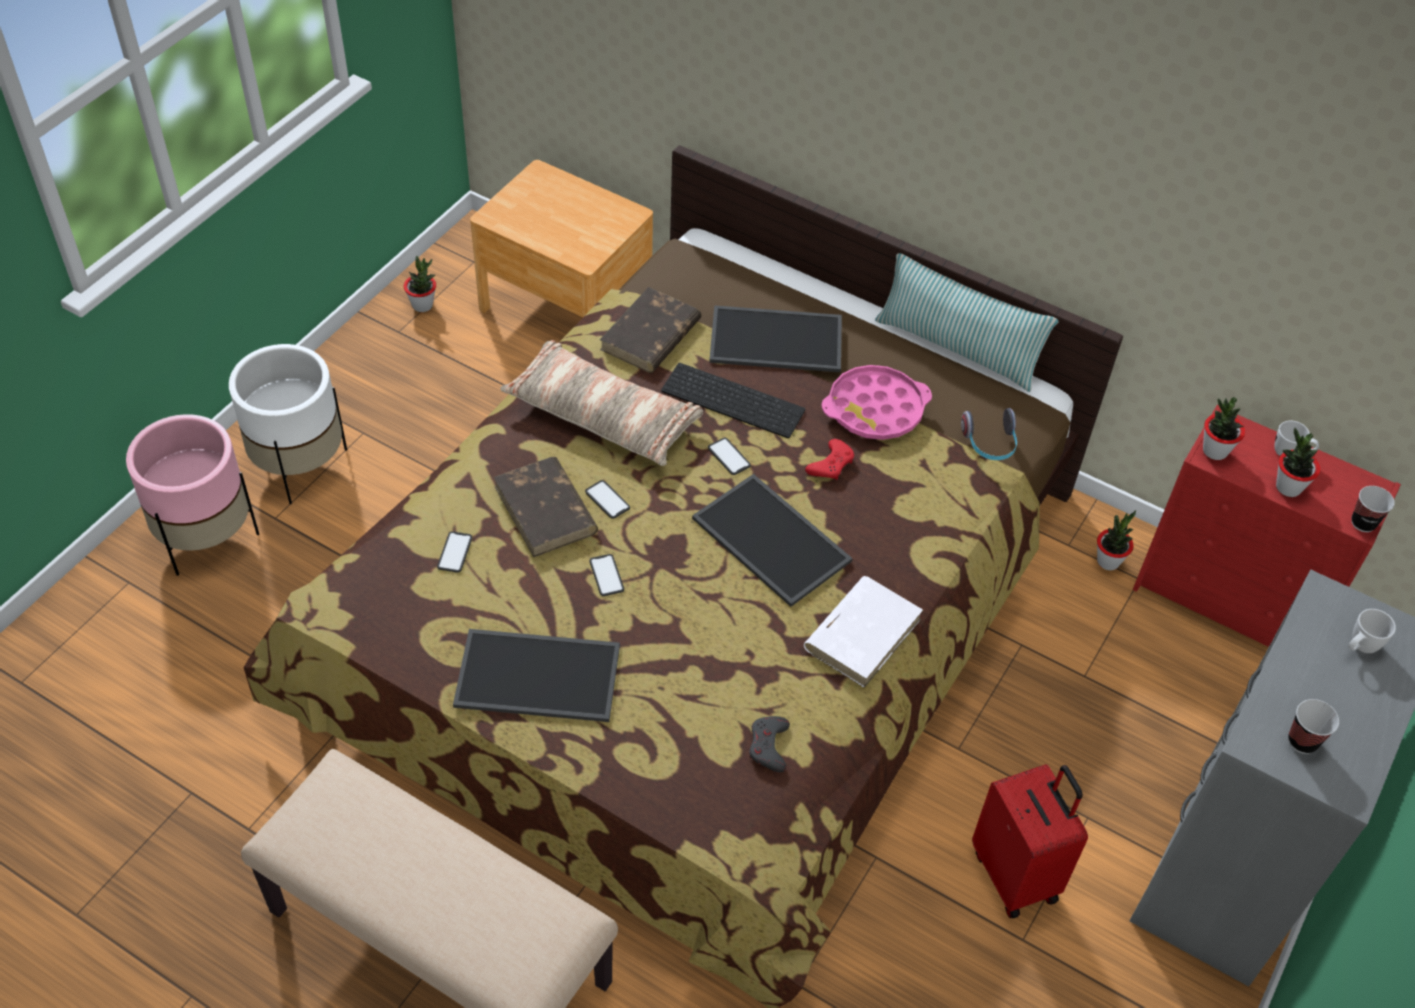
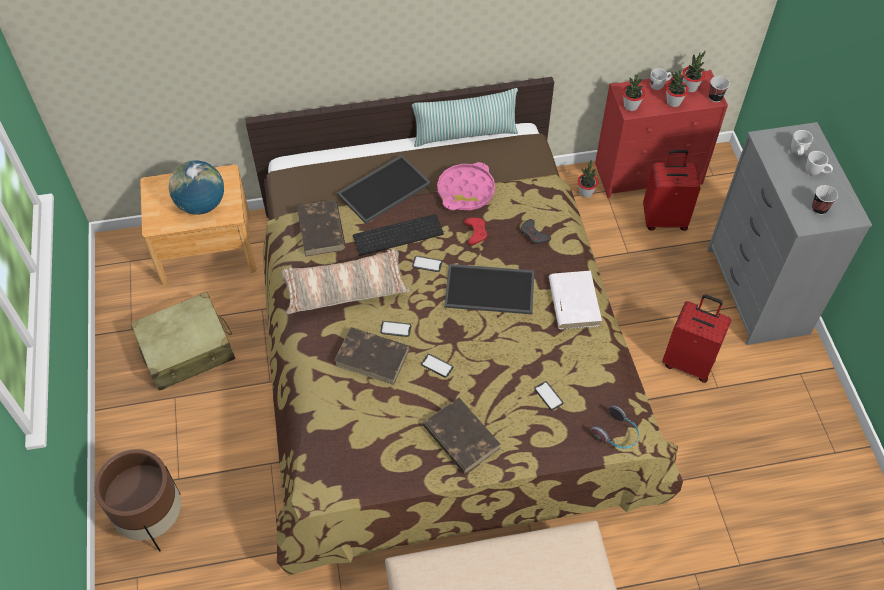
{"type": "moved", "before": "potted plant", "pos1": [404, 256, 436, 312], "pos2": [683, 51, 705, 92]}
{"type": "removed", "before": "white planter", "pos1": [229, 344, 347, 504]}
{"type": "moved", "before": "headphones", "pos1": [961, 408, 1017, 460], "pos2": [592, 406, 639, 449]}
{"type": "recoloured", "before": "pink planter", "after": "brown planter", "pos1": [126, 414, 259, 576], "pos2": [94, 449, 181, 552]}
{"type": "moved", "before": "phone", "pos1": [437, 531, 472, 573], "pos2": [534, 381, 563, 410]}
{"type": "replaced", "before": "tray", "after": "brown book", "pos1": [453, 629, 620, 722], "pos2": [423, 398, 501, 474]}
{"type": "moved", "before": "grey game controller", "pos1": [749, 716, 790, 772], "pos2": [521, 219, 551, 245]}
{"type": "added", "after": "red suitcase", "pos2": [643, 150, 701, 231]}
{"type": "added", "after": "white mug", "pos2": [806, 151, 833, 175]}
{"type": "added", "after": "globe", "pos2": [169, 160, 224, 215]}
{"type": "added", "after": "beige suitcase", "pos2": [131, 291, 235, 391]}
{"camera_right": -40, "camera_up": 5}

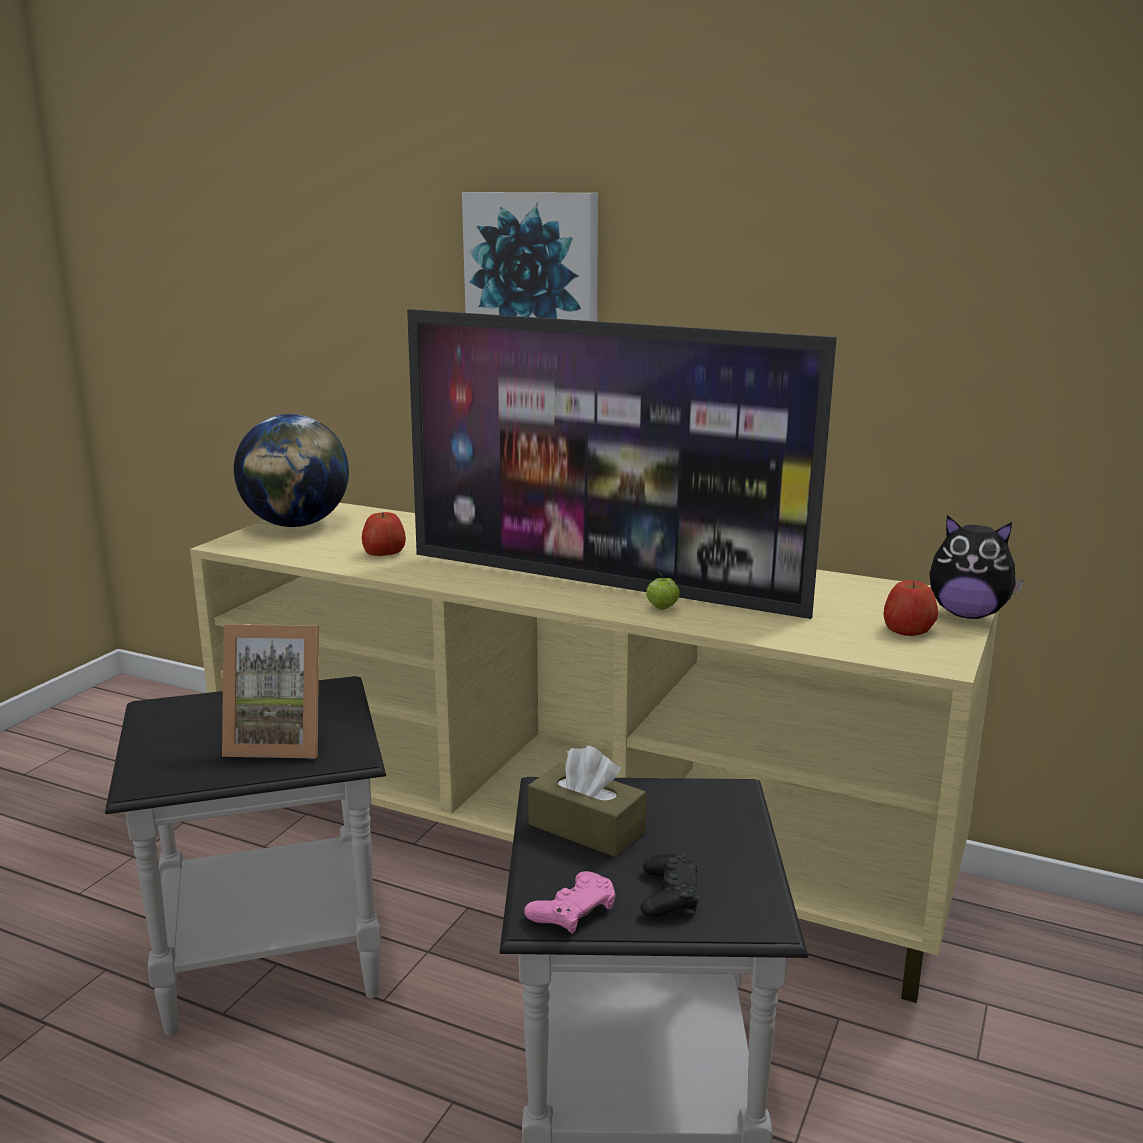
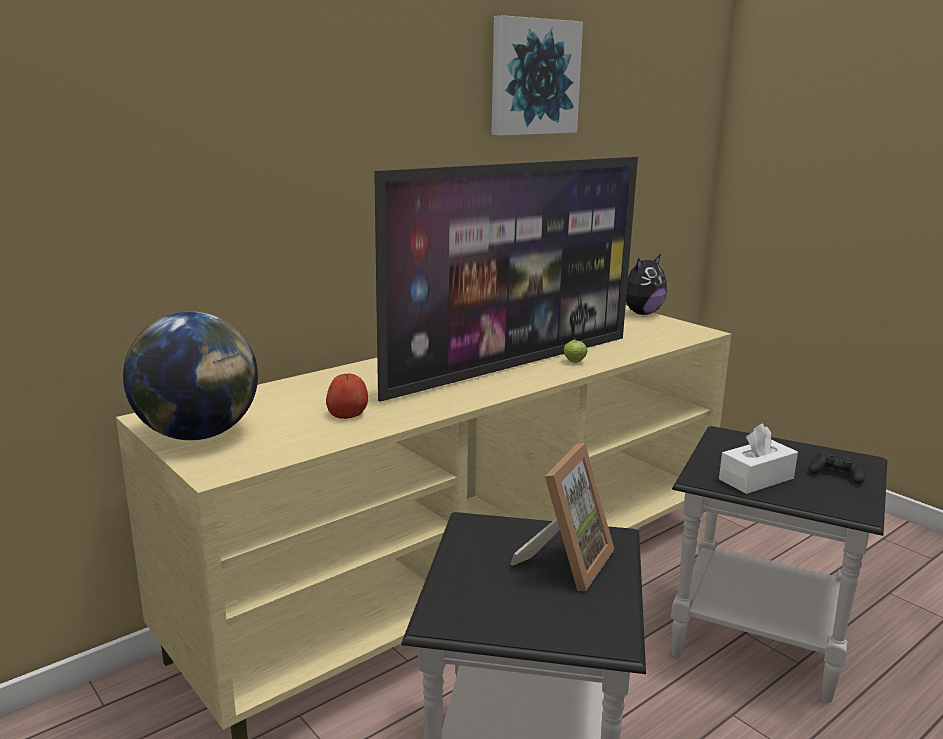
{"type": "moved", "before": "picture", "pos1": [462, 192, 598, 321], "pos2": [492, 15, 583, 136]}
{"type": "removed", "before": "apple", "pos1": [884, 580, 938, 636]}
{"type": "recoloured", "before": "brown tissue box", "after": "white tissue box", "pos1": [528, 746, 647, 857], "pos2": [719, 423, 798, 494]}
{"type": "removed", "before": "pink game controller", "pos1": [524, 871, 616, 934]}
{"camera_right": -65, "camera_up": 0}

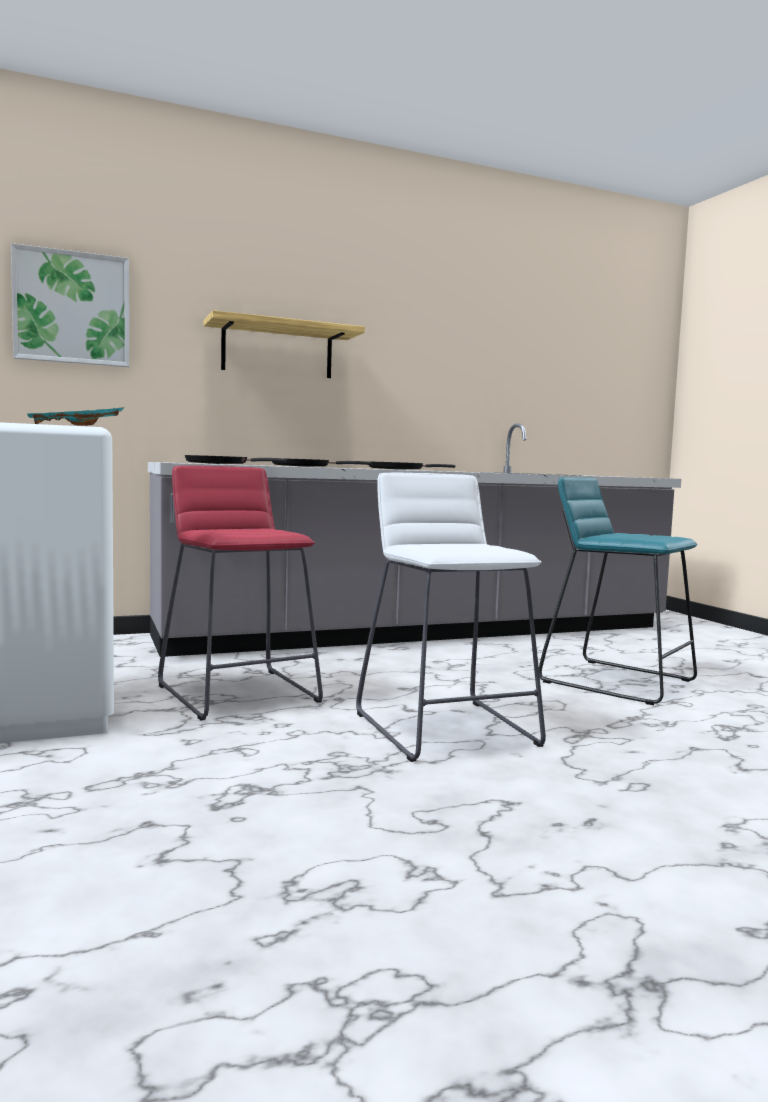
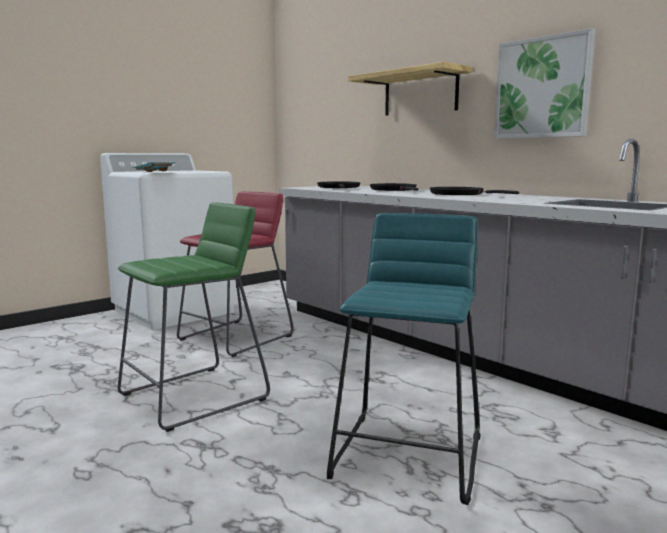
{"type": "moved", "before": "picture", "pos1": [11, 243, 129, 367], "pos2": [494, 28, 596, 139]}
{"type": "recoloured", "before": "white stool", "after": "green stool", "pos1": [356, 473, 546, 762], "pos2": [117, 202, 270, 432]}
{"camera_right": 70, "camera_up": 5}

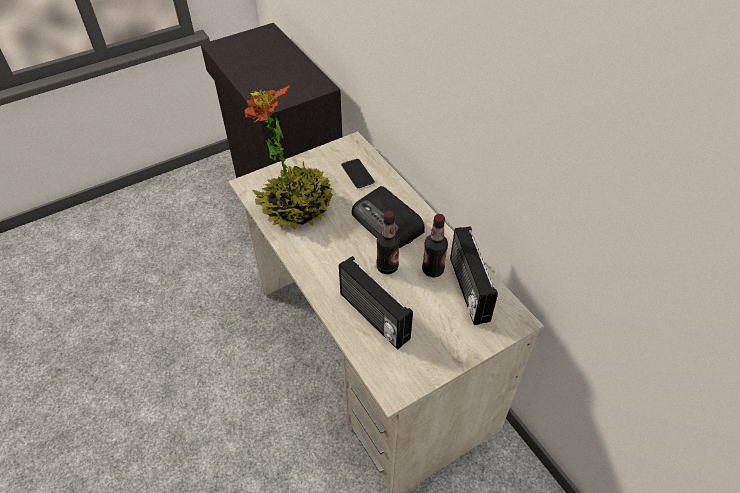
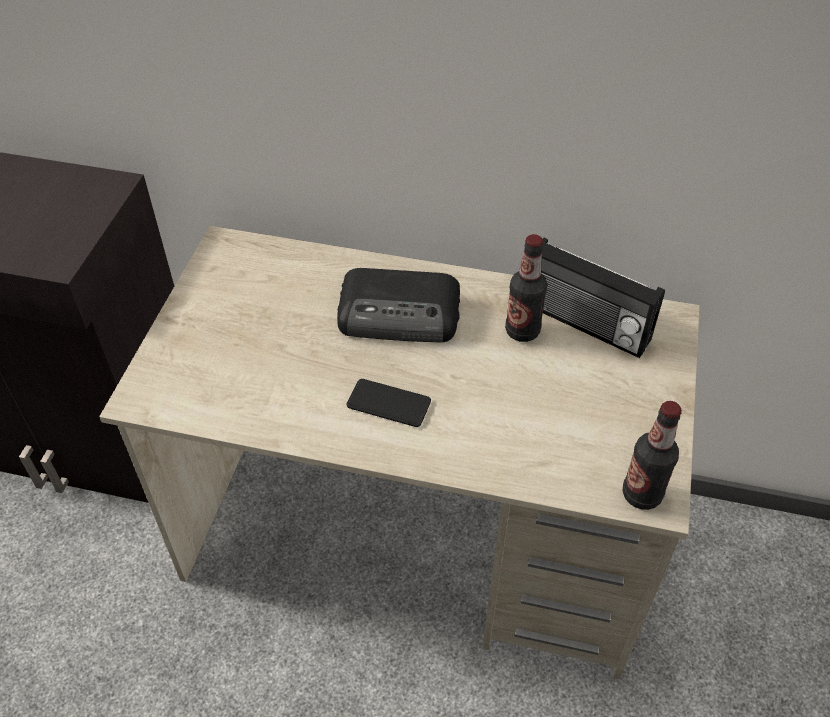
{"type": "removed", "before": "potted plant", "pos1": [245, 85, 333, 230]}
{"type": "moved", "before": "phone", "pos1": [341, 159, 375, 188], "pos2": [346, 379, 431, 427]}
{"type": "moved", "before": "bottle", "pos1": [376, 211, 400, 274], "pos2": [622, 401, 682, 510]}
{"type": "removed", "before": "radio", "pos1": [339, 256, 413, 350]}
{"camera_right": -45, "camera_up": 0}

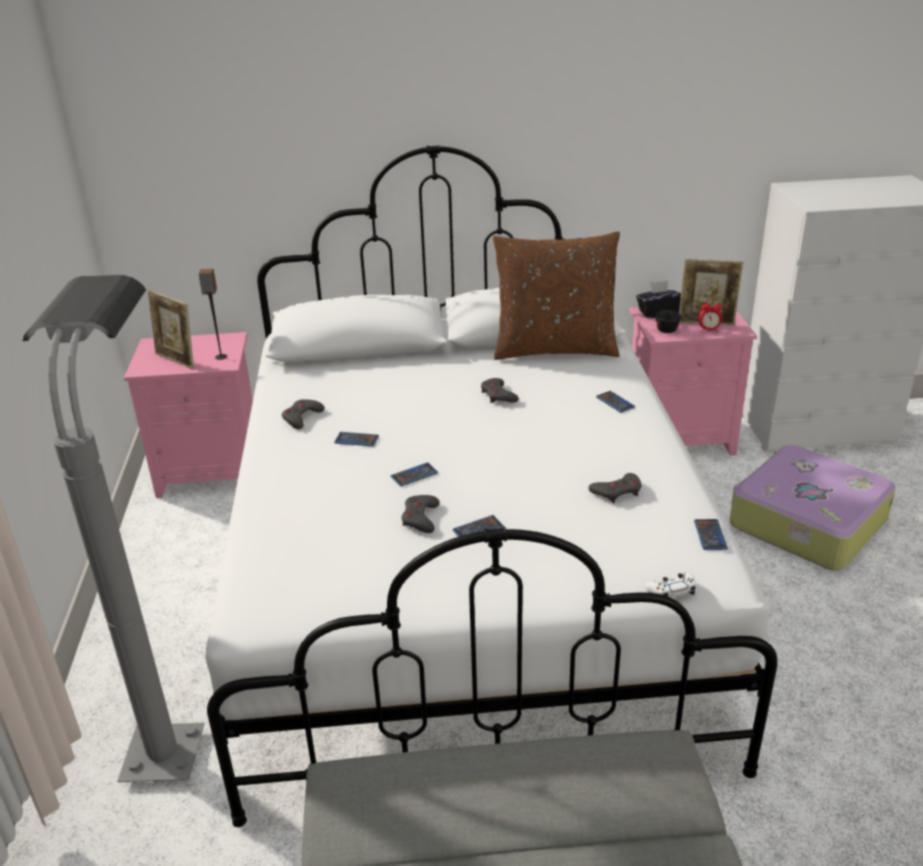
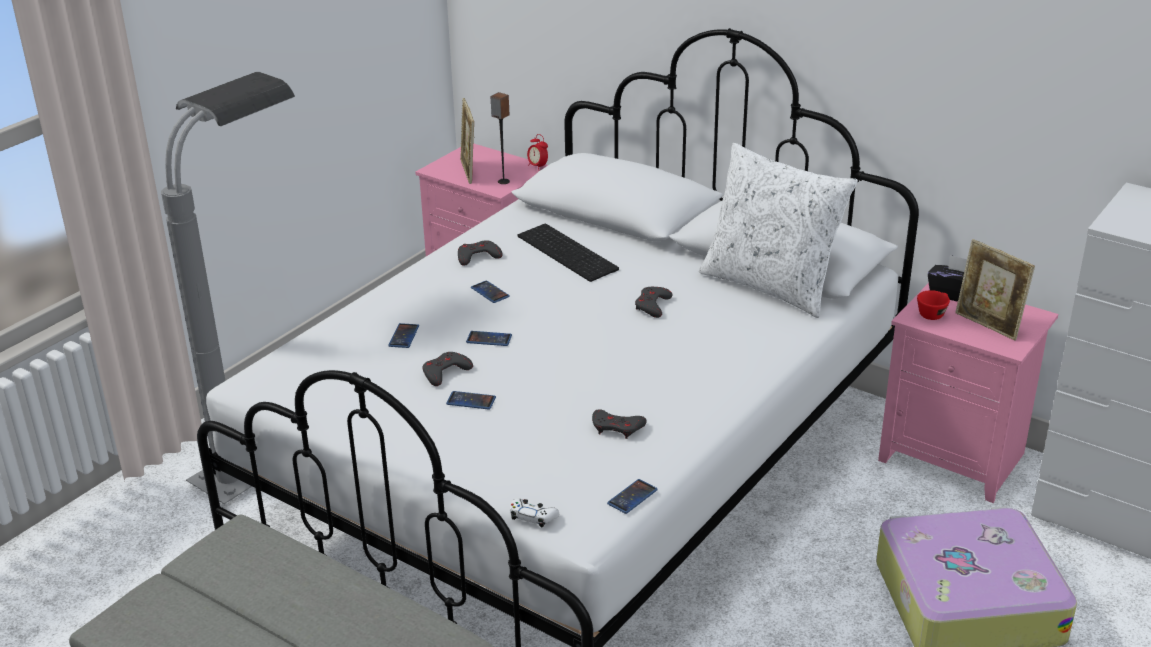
{"type": "recoloured", "before": "brown pillow", "after": "white pillow", "pos1": [493, 231, 620, 360], "pos2": [699, 143, 858, 318]}
{"type": "moved", "before": "alarm clock", "pos1": [698, 298, 723, 333], "pos2": [527, 134, 548, 169]}
{"type": "recoloured", "before": "black cup", "after": "red cup", "pos1": [655, 310, 681, 333], "pos2": [917, 290, 950, 320]}
{"type": "moved", "before": "phone", "pos1": [596, 391, 635, 413], "pos2": [388, 323, 419, 348]}
{"type": "added", "after": "keyboard", "pos2": [518, 224, 619, 282]}
{"camera_right": 40, "camera_up": 0}

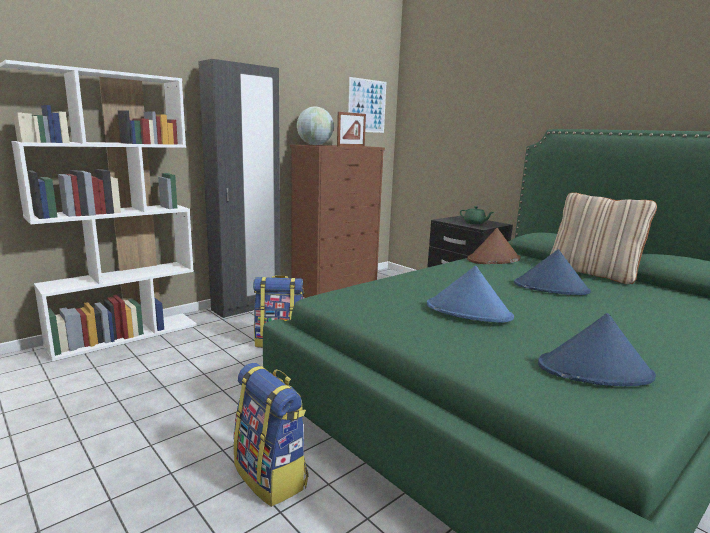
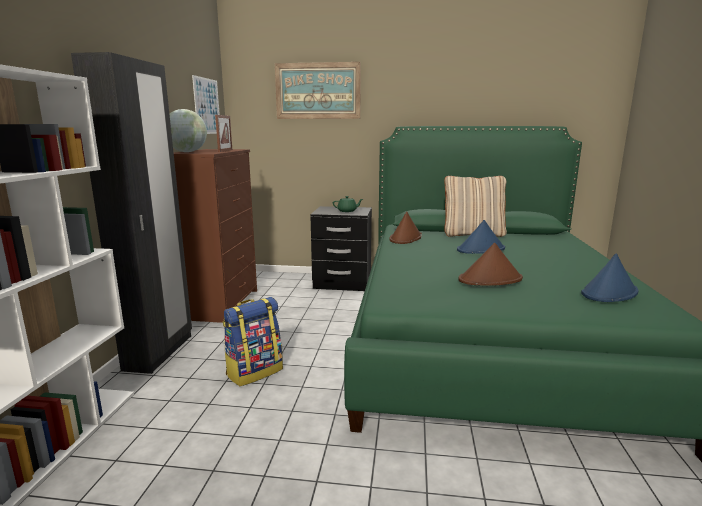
{"type": "recoloured", "before": "blue hat", "after": "brown hat", "pos1": [427, 266, 514, 323], "pos2": [458, 243, 523, 286]}
{"type": "removed", "before": "backpack", "pos1": [233, 363, 309, 507]}
{"type": "added", "after": "picture", "pos2": [275, 62, 361, 119]}
{"camera_right": -40, "camera_up": 0}

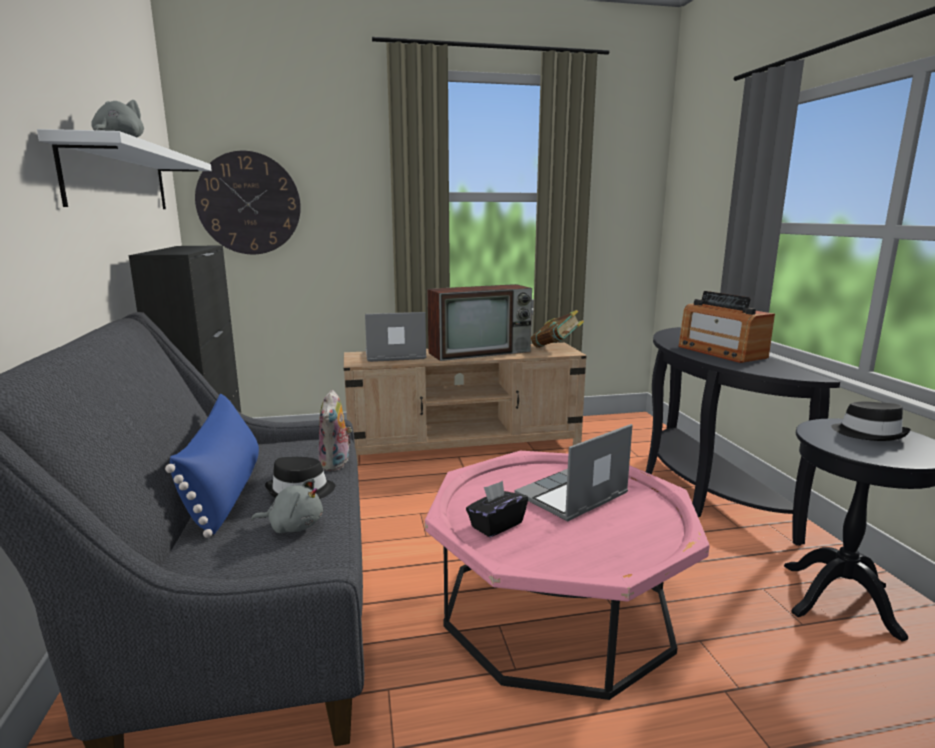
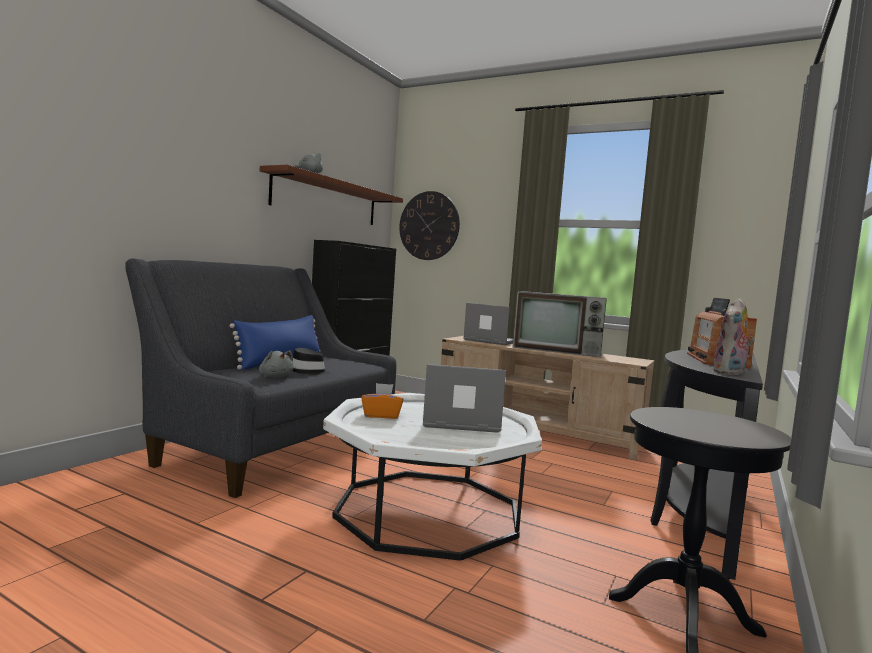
{"type": "recoloured", "before": "white shelf", "after": "brown shelf", "pos1": [37, 129, 212, 209], "pos2": [260, 165, 403, 225]}
{"type": "removed", "before": "book", "pos1": [531, 310, 584, 348]}
{"type": "moved", "before": "plush toy", "pos1": [319, 390, 352, 471], "pos2": [712, 298, 755, 375]}
{"type": "removed", "before": "black hat", "pos1": [831, 402, 911, 441]}
{"type": "recoloured", "before": "pink coffee table", "after": "white coffee table", "pos1": [425, 451, 710, 700], "pos2": [323, 393, 542, 561]}
{"type": "recoloured", "before": "black tissue box", "after": "orange tissue box", "pos1": [466, 481, 528, 537], "pos2": [361, 383, 404, 419]}
{"camera_right": 40, "camera_up": -10}

